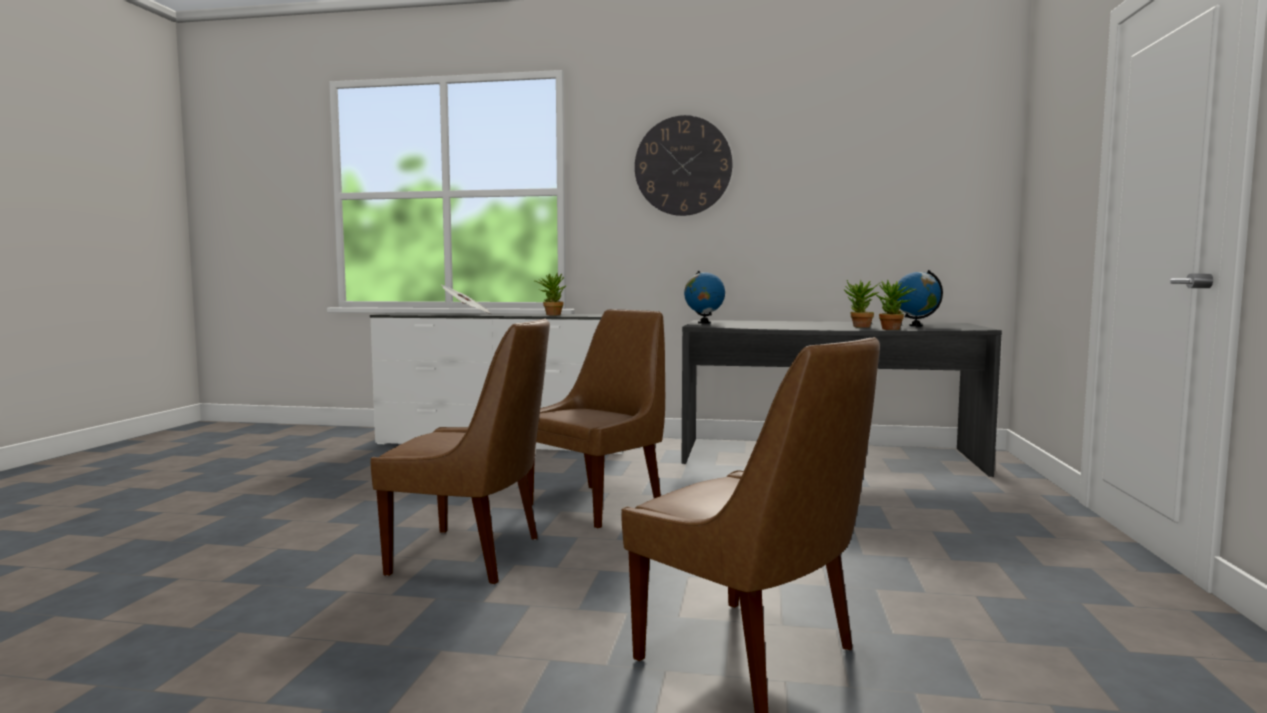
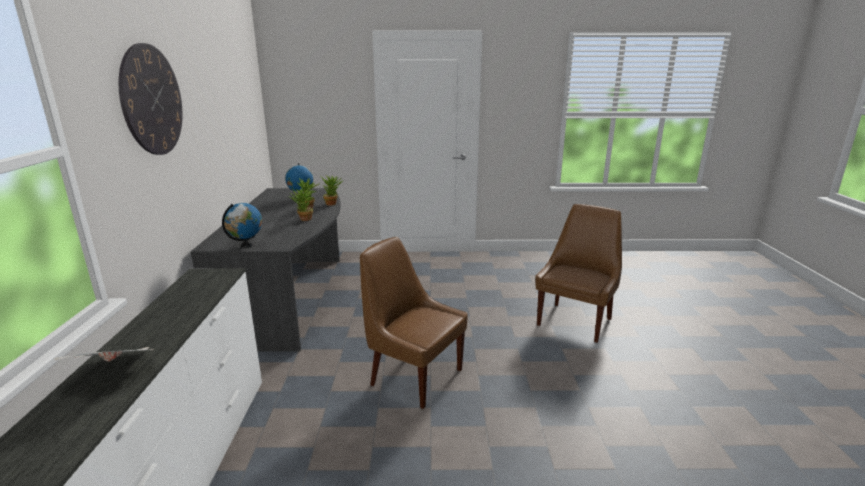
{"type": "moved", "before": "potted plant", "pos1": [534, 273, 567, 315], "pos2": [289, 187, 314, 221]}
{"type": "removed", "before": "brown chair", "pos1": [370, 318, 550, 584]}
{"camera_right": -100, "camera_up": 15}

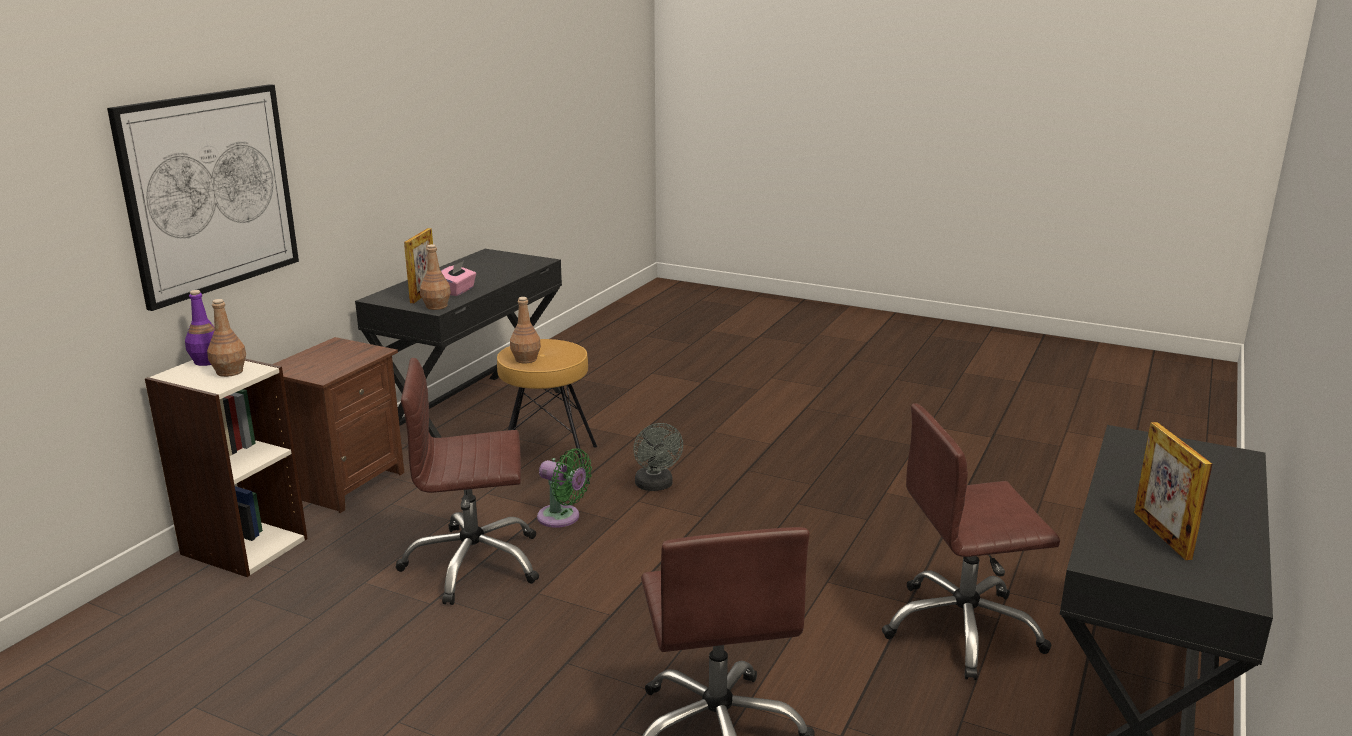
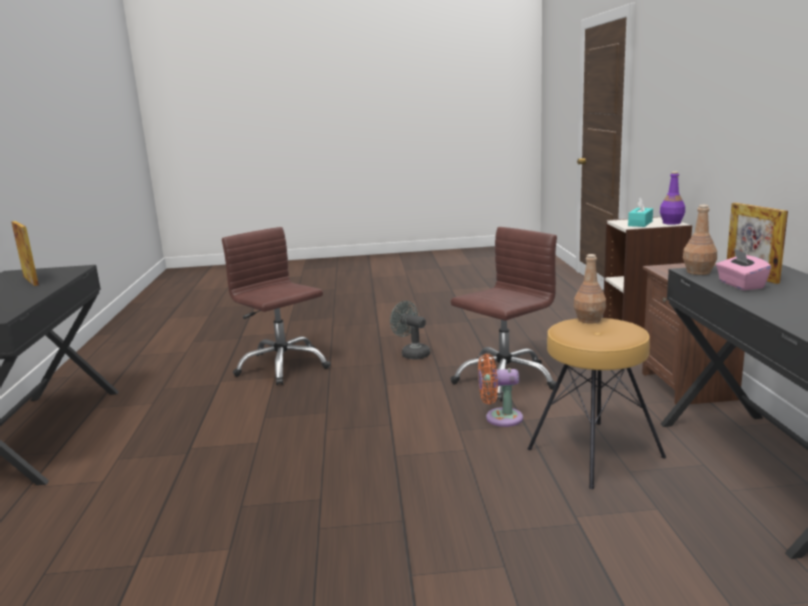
{"type": "removed", "before": "picture", "pos1": [107, 84, 299, 311]}
{"type": "replaced", "before": "brown bottle", "after": "turquoise tissue box", "pos1": [207, 299, 246, 377], "pos2": [628, 197, 653, 227]}
{"type": "removed", "before": "brown office chair", "pos1": [882, 403, 1060, 680]}
{"type": "moved", "before": "grey fan", "pos1": [633, 423, 683, 491], "pos2": [390, 301, 430, 360]}
{"type": "recoloured", "before": "green fan", "after": "orange fan", "pos1": [537, 448, 592, 528], "pos2": [478, 354, 523, 427]}
{"camera_right": 150, "camera_up": -5}

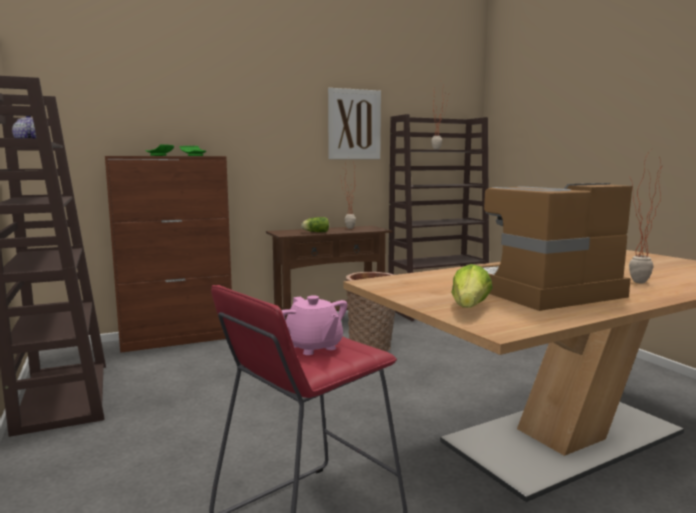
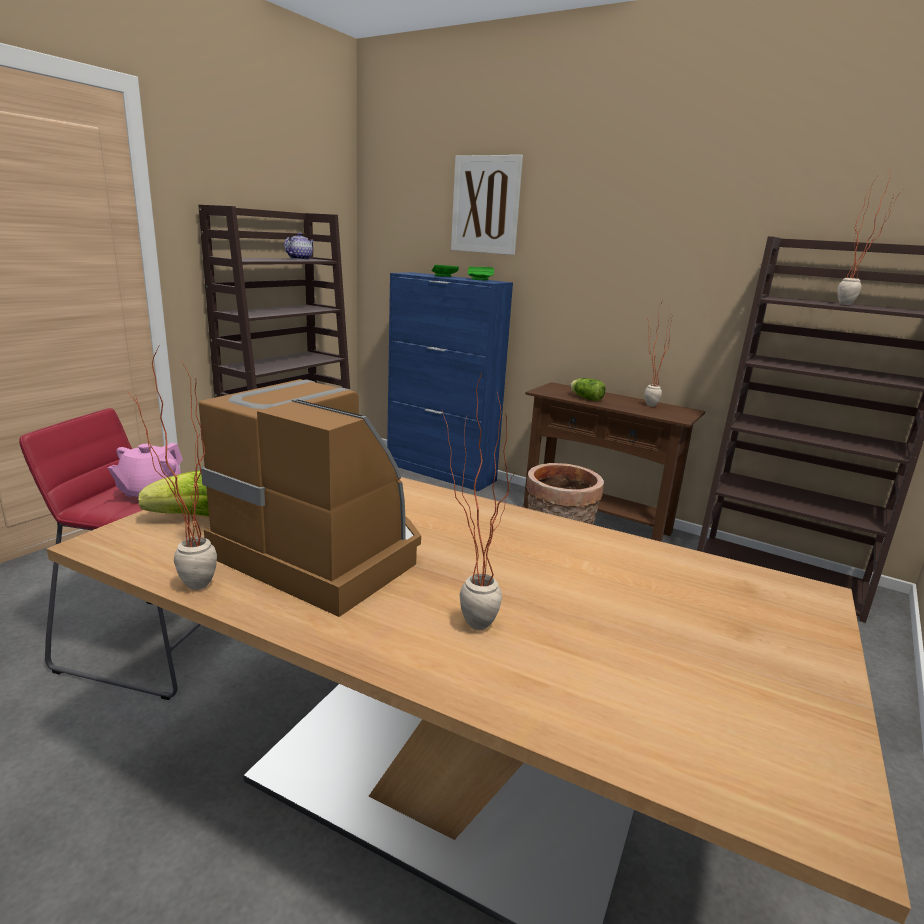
{"type": "moved", "before": "picture", "pos1": [328, 88, 381, 159], "pos2": [451, 155, 523, 255]}
{"type": "recoloured", "before": "brown cabinet", "after": "blue cabinet", "pos1": [105, 156, 232, 353], "pos2": [387, 272, 513, 491]}
{"type": "added", "after": "potted plant", "pos2": [126, 346, 217, 590]}
{"camera_right": 55, "camera_up": 10}

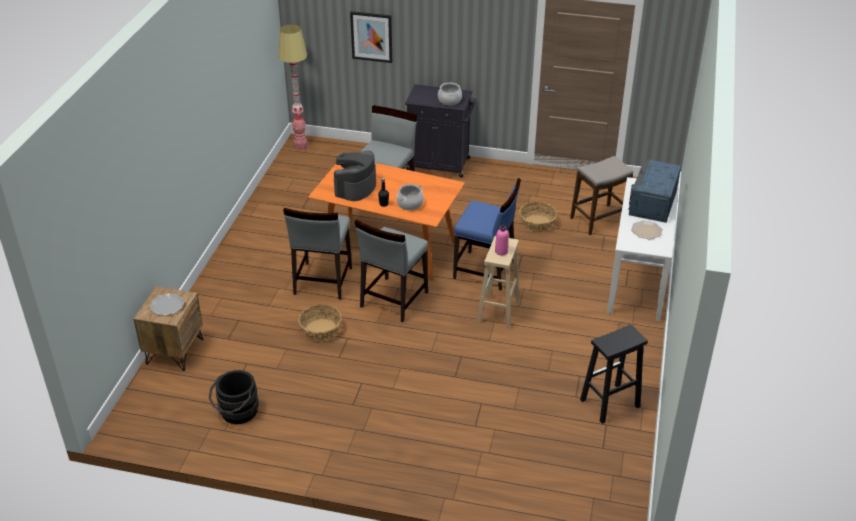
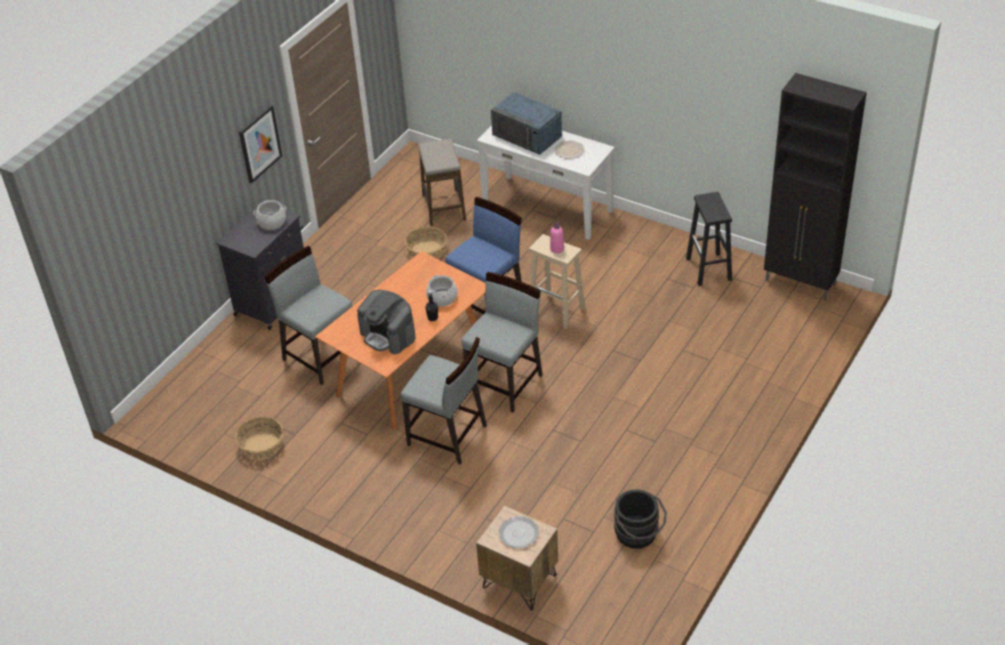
{"type": "moved", "before": "picture", "pos1": [350, 11, 392, 63], "pos2": [239, 105, 282, 184]}
{"type": "removed", "before": "floor lamp", "pos1": [278, 24, 308, 150]}
{"type": "turned", "before": "grey chair", "pos1": [355, 220, 428, 322], "pos2": [461, 272, 543, 412], "turn": -105}
{"type": "moved", "before": "basket", "pos1": [298, 304, 342, 341], "pos2": [235, 417, 283, 459]}
{"type": "added", "after": "black cabinet", "pos2": [764, 73, 867, 300]}
{"camera_right": -70, "camera_up": 5}

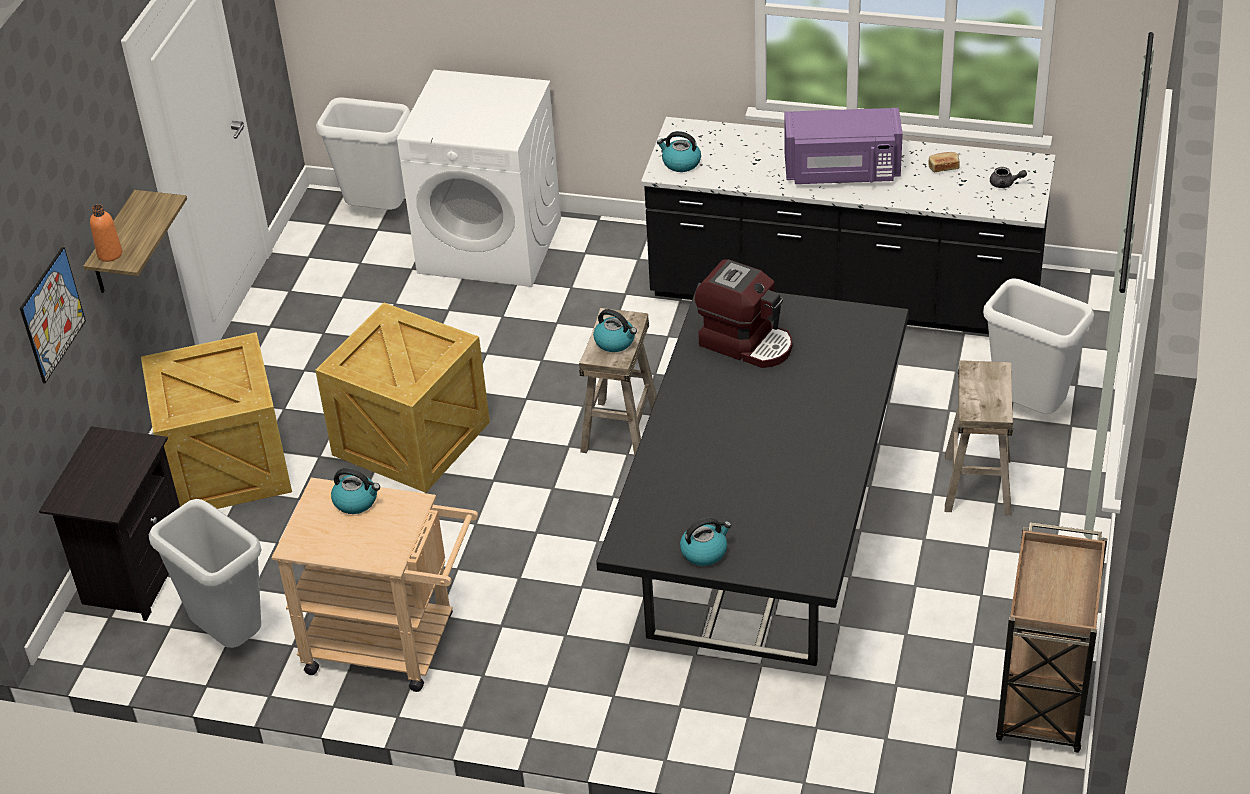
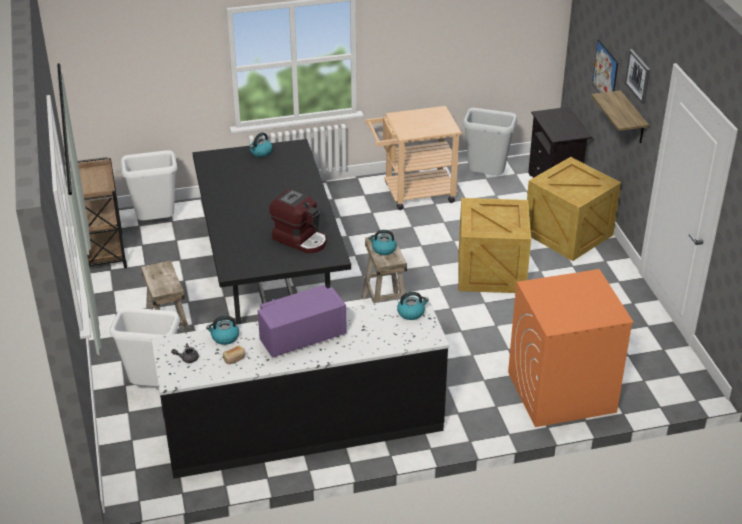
{"type": "recoloured", "before": "white washing machine", "after": "orange washing machine", "pos1": [397, 70, 561, 287], "pos2": [508, 269, 634, 427]}
{"type": "moved", "before": "white trash can", "pos1": [316, 97, 410, 210], "pos2": [121, 150, 177, 221]}
{"type": "removed", "before": "orange bottle", "pos1": [90, 204, 122, 262]}
{"type": "turned", "before": "coffee machine", "pos1": [695, 259, 792, 368], "pos2": [269, 189, 326, 253], "turn": -150}
{"type": "moved", "before": "kettle", "pos1": [331, 468, 380, 514], "pos2": [206, 316, 239, 345]}
{"type": "added", "after": "picture", "pos2": [625, 49, 650, 104]}
{"camera_right": 150, "camera_up": -5}

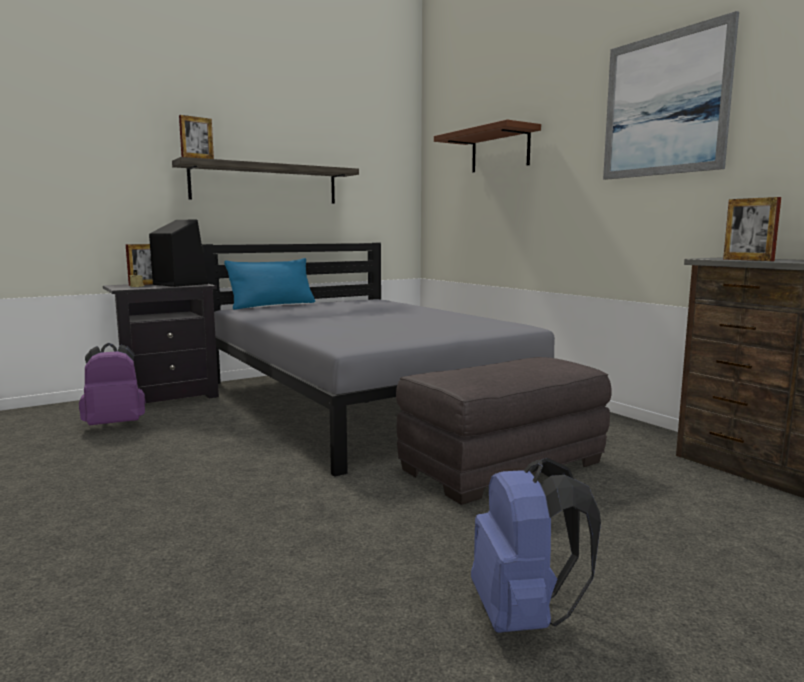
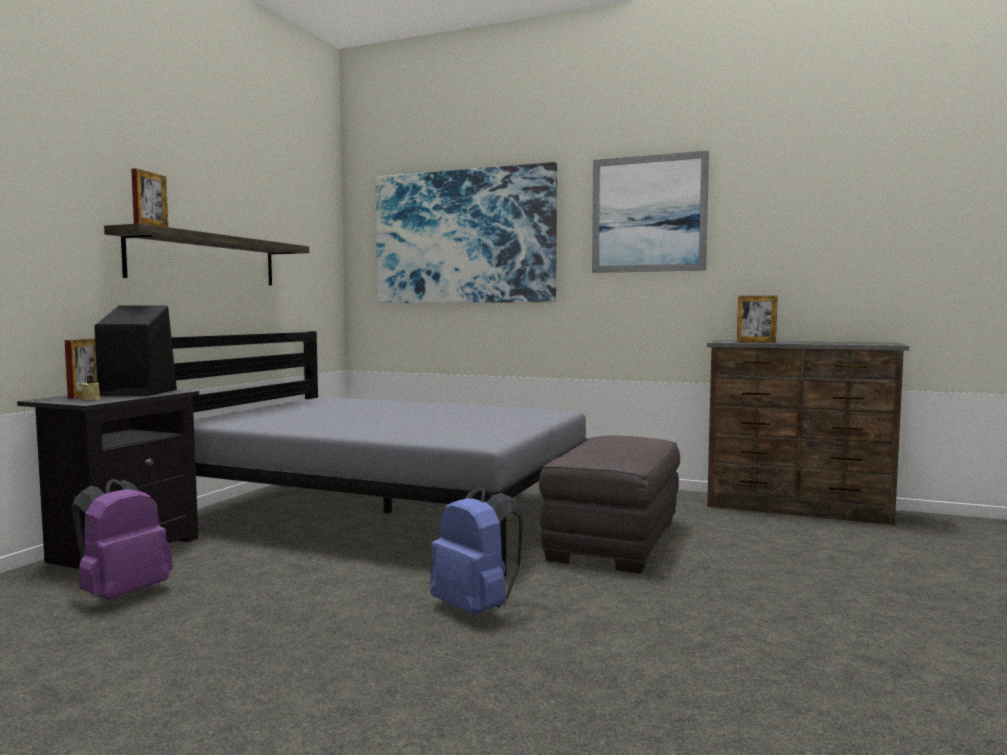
{"type": "replaced", "before": "brown shelf", "after": "picture", "pos1": [434, 120, 541, 172], "pos2": [375, 162, 557, 303]}
{"type": "removed", "before": "blue pillow", "pos1": [224, 258, 315, 310]}
{"type": "moved", "before": "blue backpack", "pos1": [471, 458, 601, 633], "pos2": [430, 487, 524, 615]}
{"camera_right": -35, "camera_up": -5}

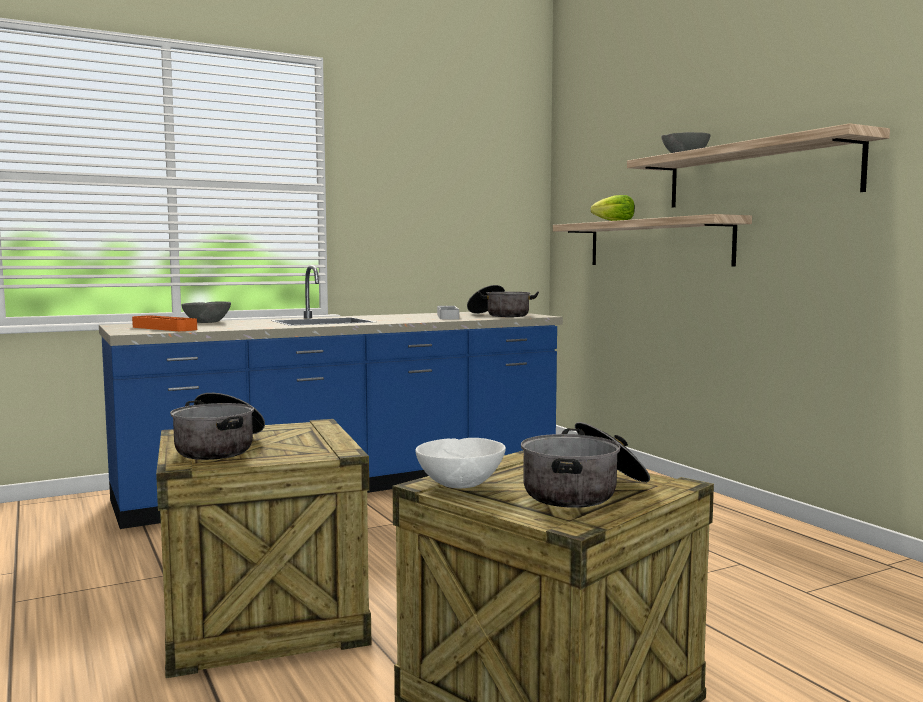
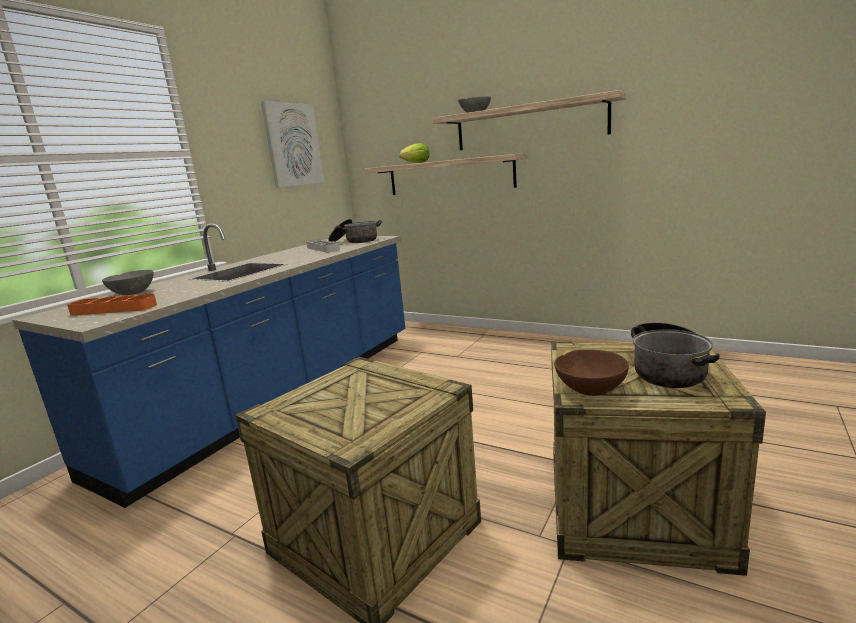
{"type": "removed", "before": "cooking pot", "pos1": [170, 393, 265, 460]}
{"type": "recoloured", "before": "white bowl", "after": "brown bowl", "pos1": [415, 438, 506, 488], "pos2": [554, 349, 629, 396]}
{"type": "added", "after": "picture", "pos2": [261, 101, 324, 188]}
{"camera_right": -30, "camera_up": 10}

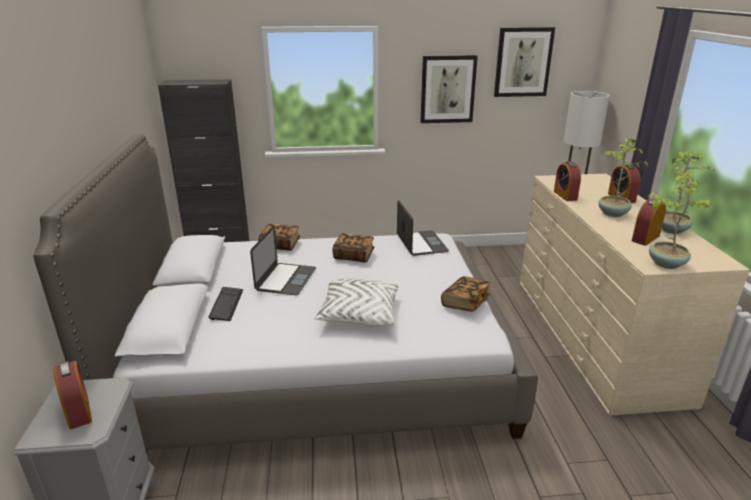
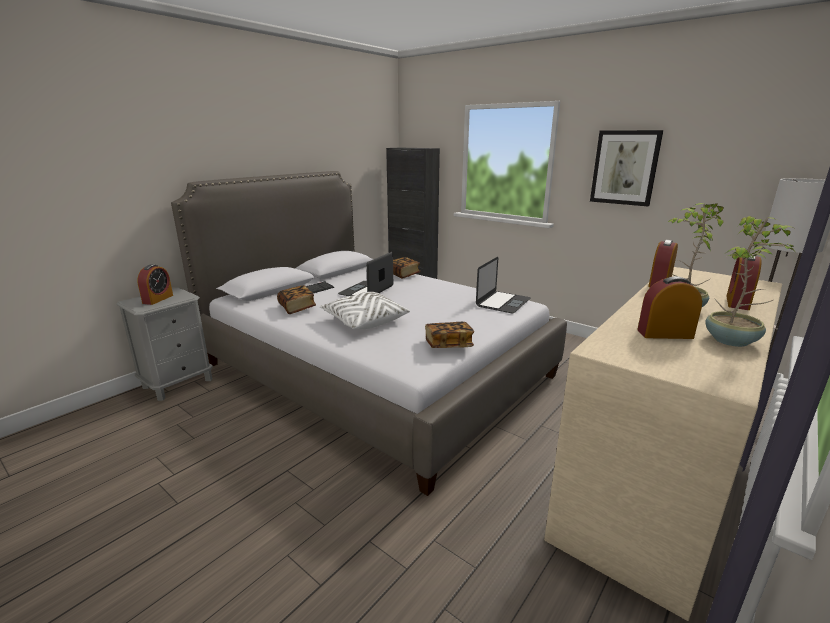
{"type": "removed", "before": "picture", "pos1": [494, 27, 555, 97]}
{"type": "removed", "before": "potted plant", "pos1": [648, 175, 712, 269]}
{"type": "turned", "before": "laptop", "pos1": [250, 226, 316, 295], "pos2": [338, 252, 393, 296], "turn": 150}
{"type": "moved", "before": "book", "pos1": [332, 233, 374, 263], "pos2": [277, 285, 316, 314]}
{"camera_right": 45, "camera_up": -5}

